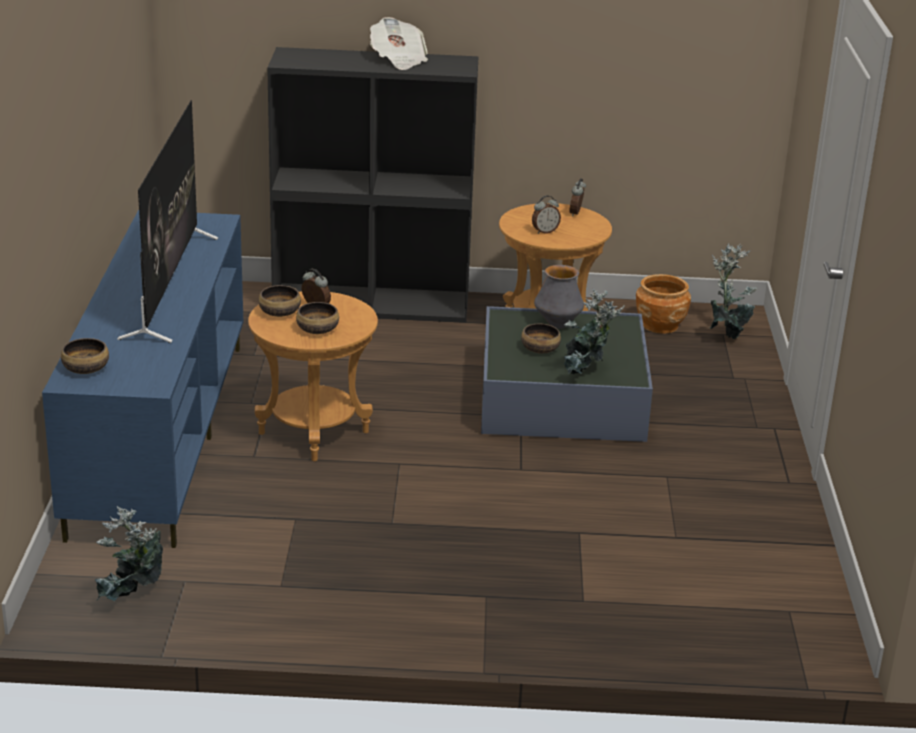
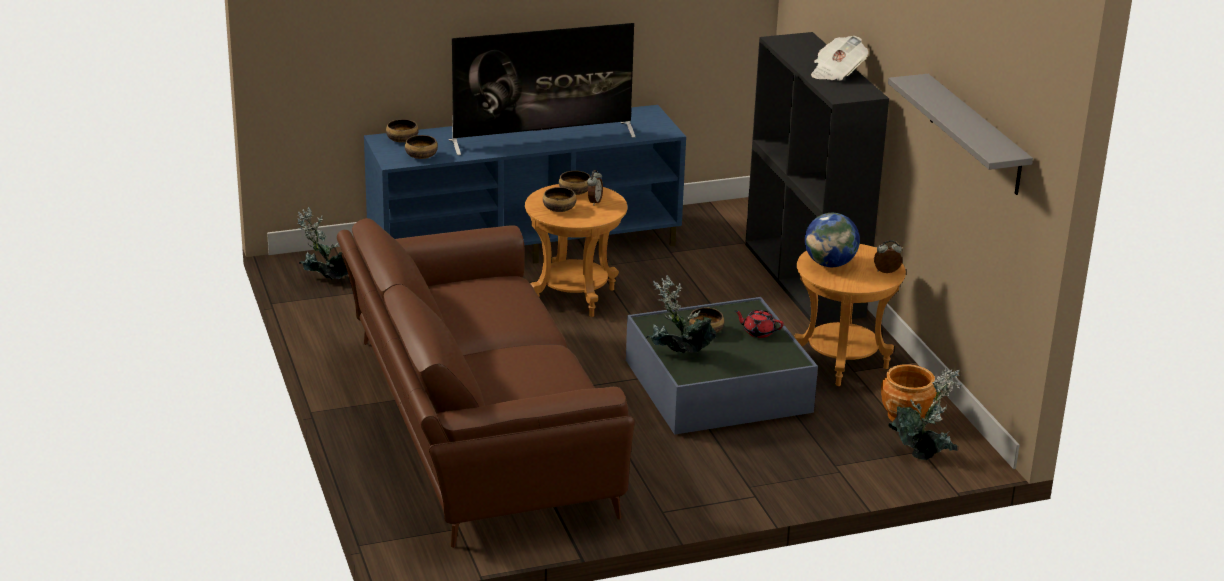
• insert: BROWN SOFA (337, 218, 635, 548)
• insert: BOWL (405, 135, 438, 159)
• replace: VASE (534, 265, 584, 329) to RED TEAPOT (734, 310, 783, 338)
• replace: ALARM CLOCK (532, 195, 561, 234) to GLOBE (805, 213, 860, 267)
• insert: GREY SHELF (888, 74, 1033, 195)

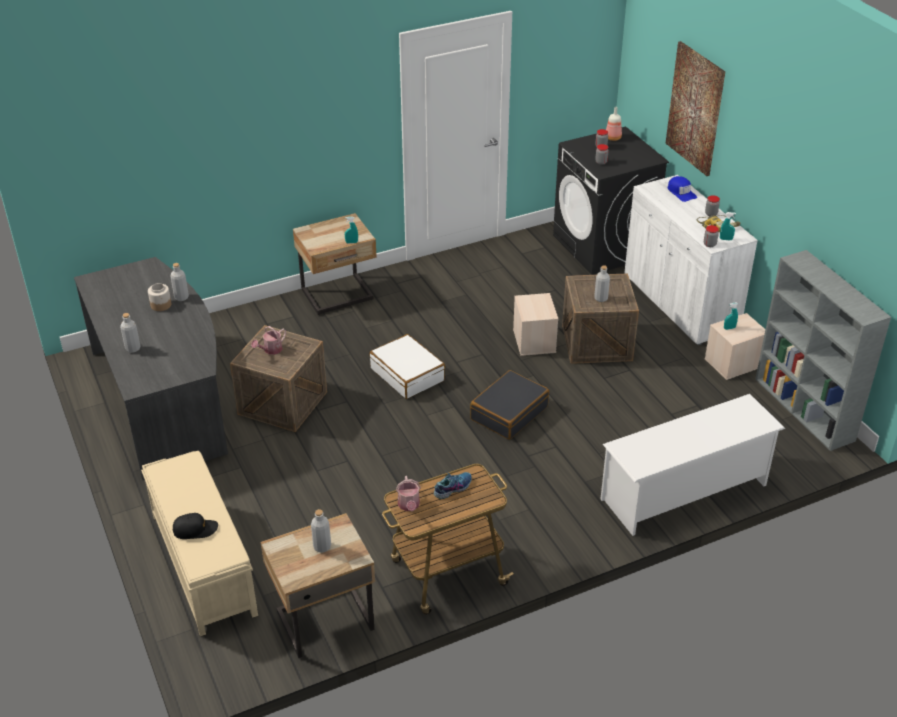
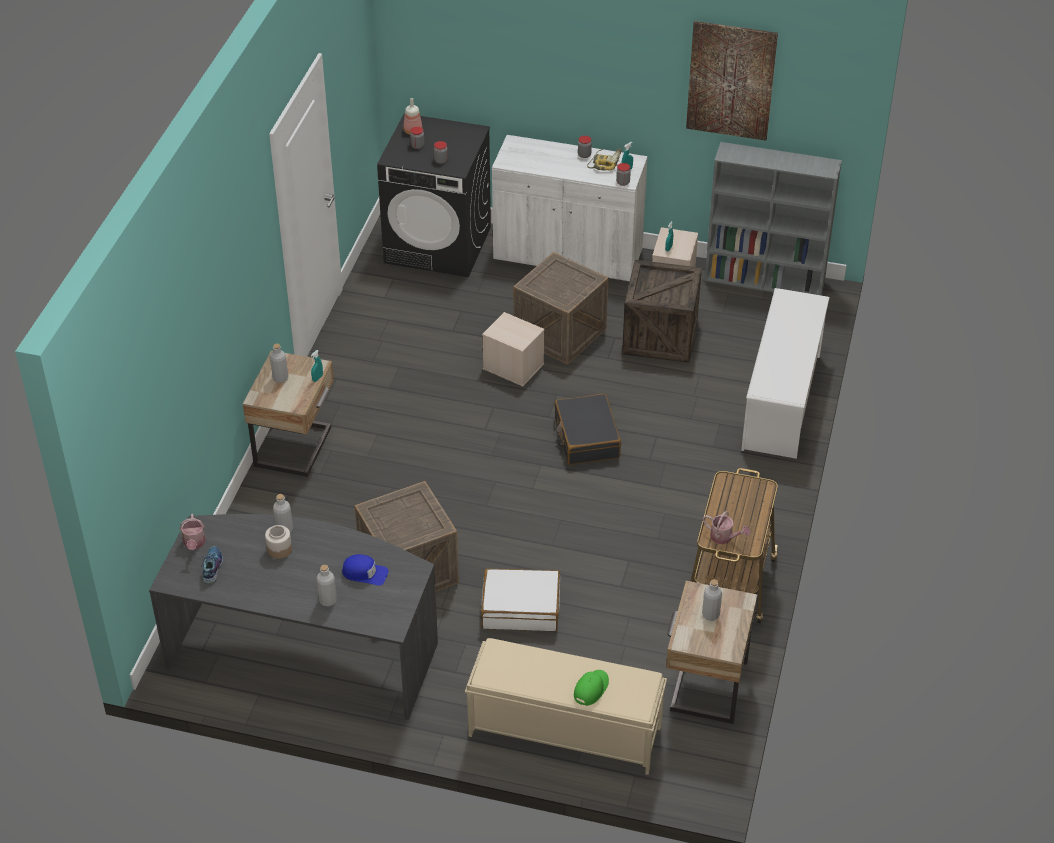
• move: WATERING CAN (251, 326, 286, 355) to (180, 514, 206, 550)
• move: SHOE (434, 472, 472, 499) to (201, 546, 223, 584)
• move: GREY BOTTLE (594, 265, 610, 302) to (270, 344, 288, 383)
• move: BLUE CAP (668, 176, 697, 202) to (342, 554, 389, 585)
• move: WHITE SUITCASE (369, 334, 445, 399) to (481, 569, 560, 631)
• recolor: BLACK CAP (173, 513, 218, 539) to GREEN CAP (574, 670, 609, 706)
• insert: CRATE (622, 260, 702, 363)
• move: PICTURE (666, 41, 725, 176) to (686, 21, 778, 141)

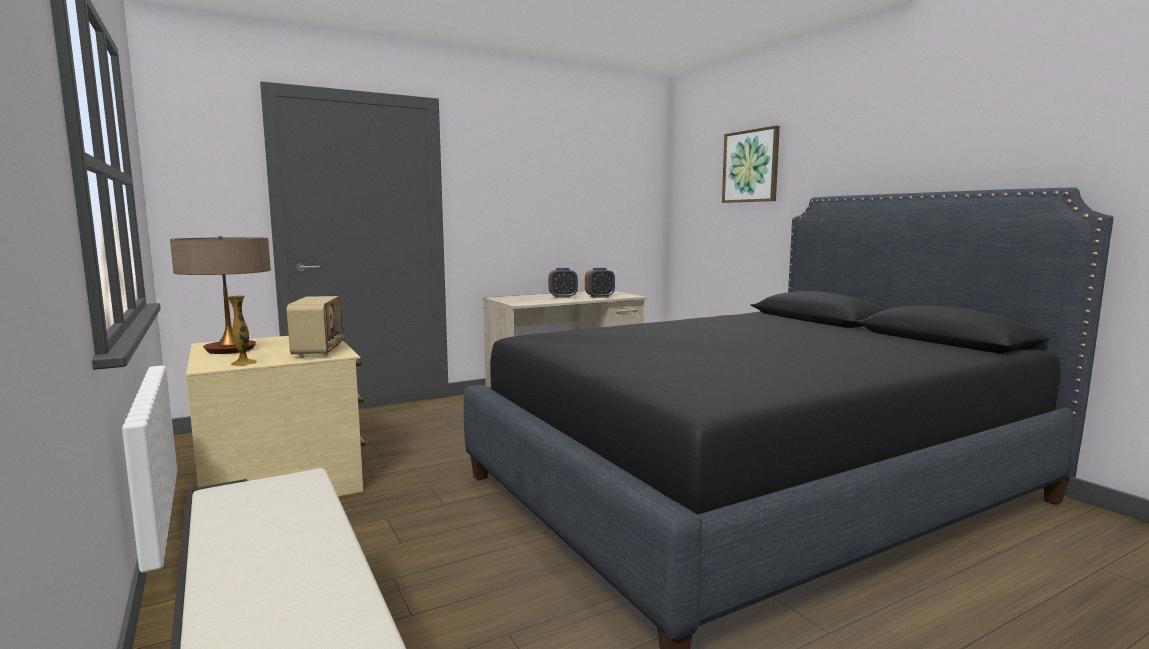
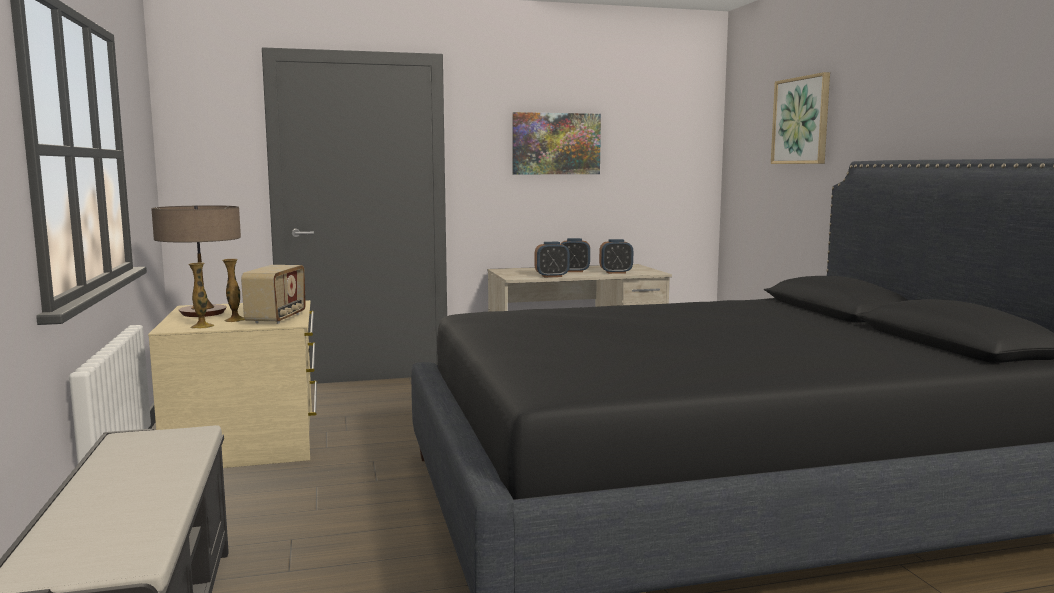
• insert: VASE (222, 259, 245, 322)
• insert: PICTURE (512, 112, 601, 174)
• insert: ALARM CLOCK (534, 242, 570, 277)

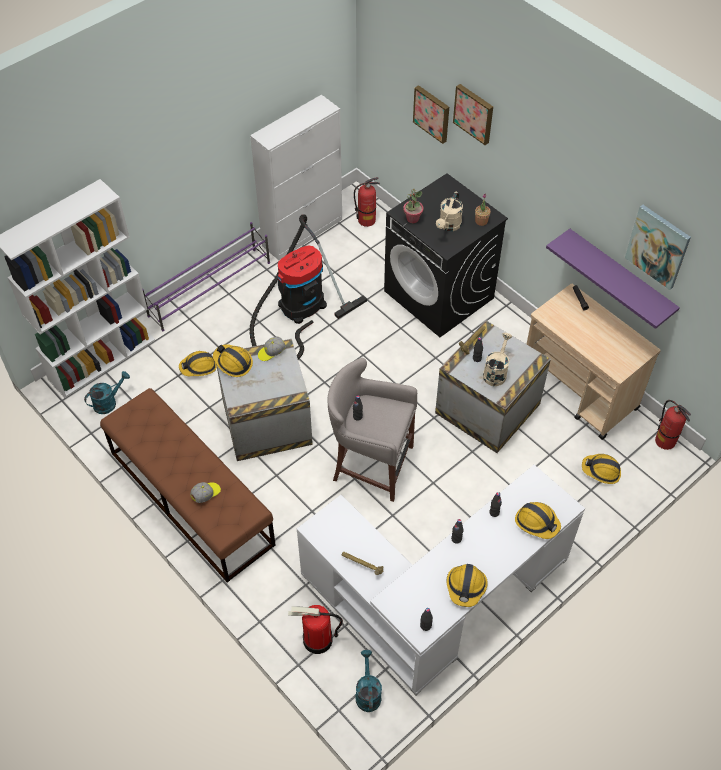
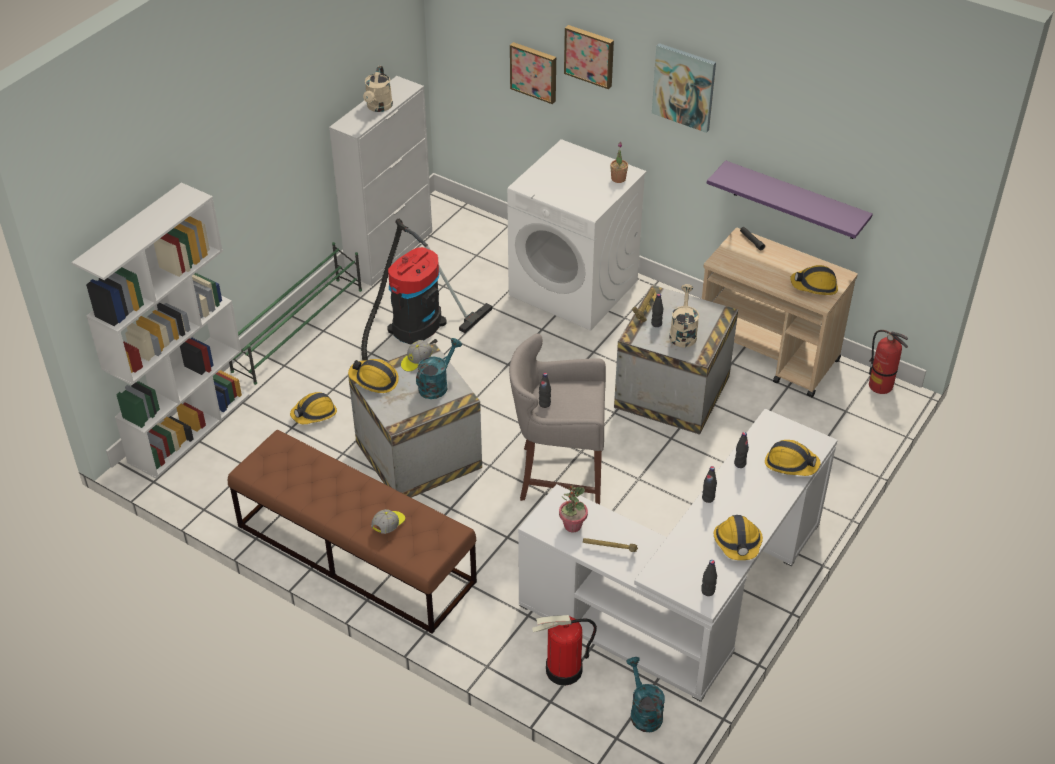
• recolor: PURPLE SHOE RACK (142, 222, 270, 331) to GREEN SHOE RACK (229, 242, 362, 385)
• move: BEIGE WATERING CAN (436, 192, 463, 231) to (363, 66, 393, 112)
• move: TURQUOISE WATERING CAN (84, 371, 130, 414) to (416, 338, 462, 399)
• recolor: BLACK WASHING MACHINE (384, 173, 508, 337) to WHITE WASHING MACHINE (507, 139, 647, 331)
• move: POTTED PLANT (403, 189, 424, 223) to (559, 485, 588, 532)
• move: PICTURE (625, 205, 691, 290) to (652, 43, 716, 133)
• move: HARD HAT (582, 454, 621, 484) to (790, 265, 838, 295)
• delete: FIRE EXTINGUISHER (354, 177, 380, 227)

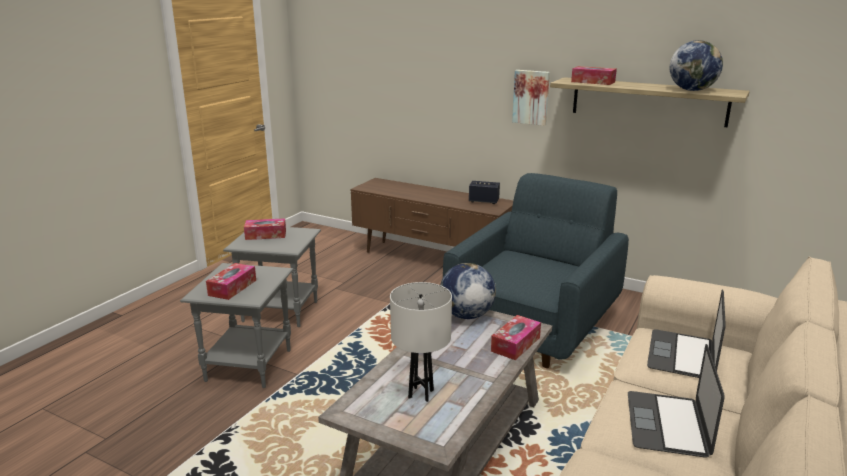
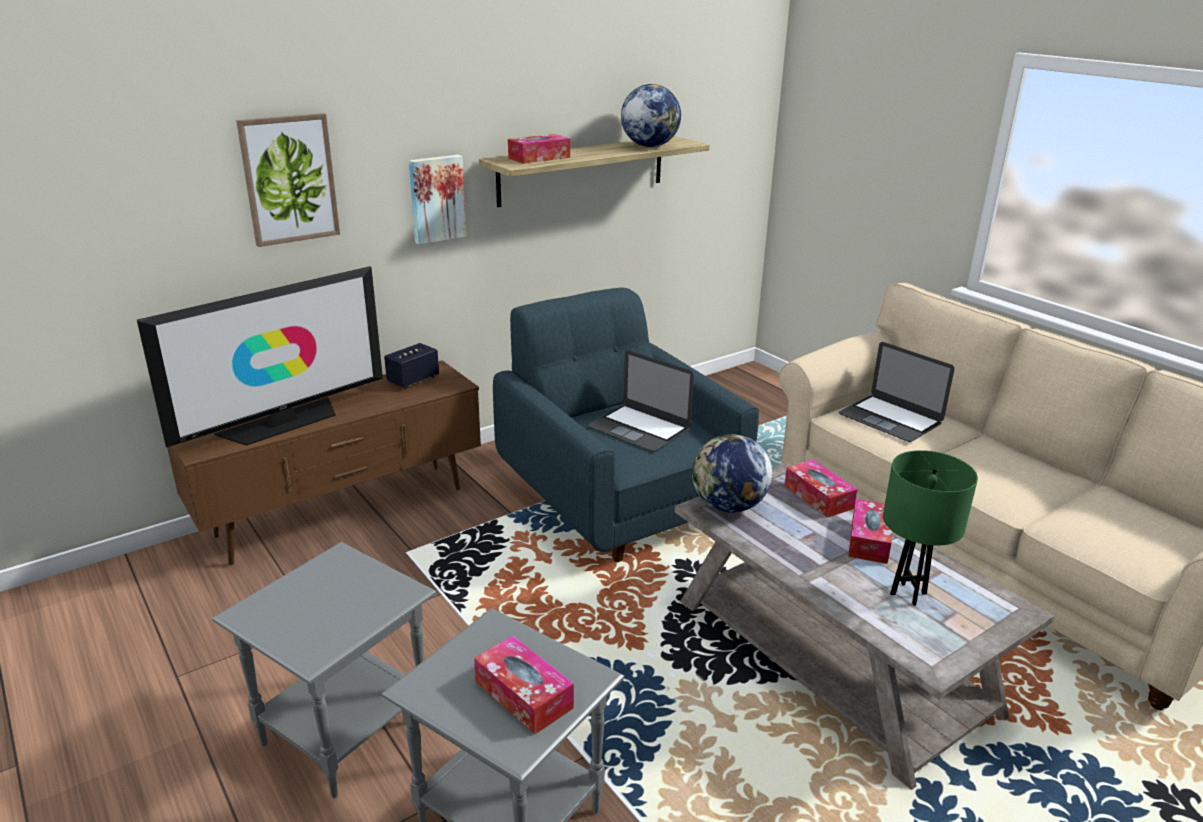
• insert: TELEVISION (137, 266, 383, 447)
• insert: PICTURE (236, 113, 340, 247)
• move: LAPTOP (628, 344, 725, 457) to (588, 351, 694, 452)
• move: TISSUE BOX (244, 218, 286, 240) to (848, 499, 892, 564)
• recolor: WHITE TABLE LAMP (390, 282, 452, 402) to GREEN TABLE LAMP (883, 450, 978, 606)

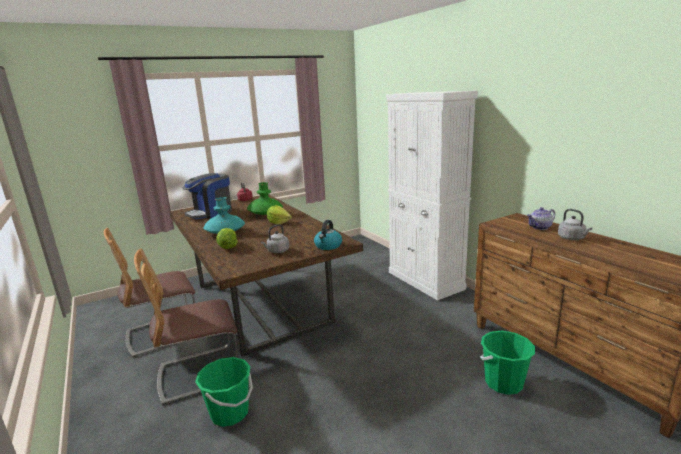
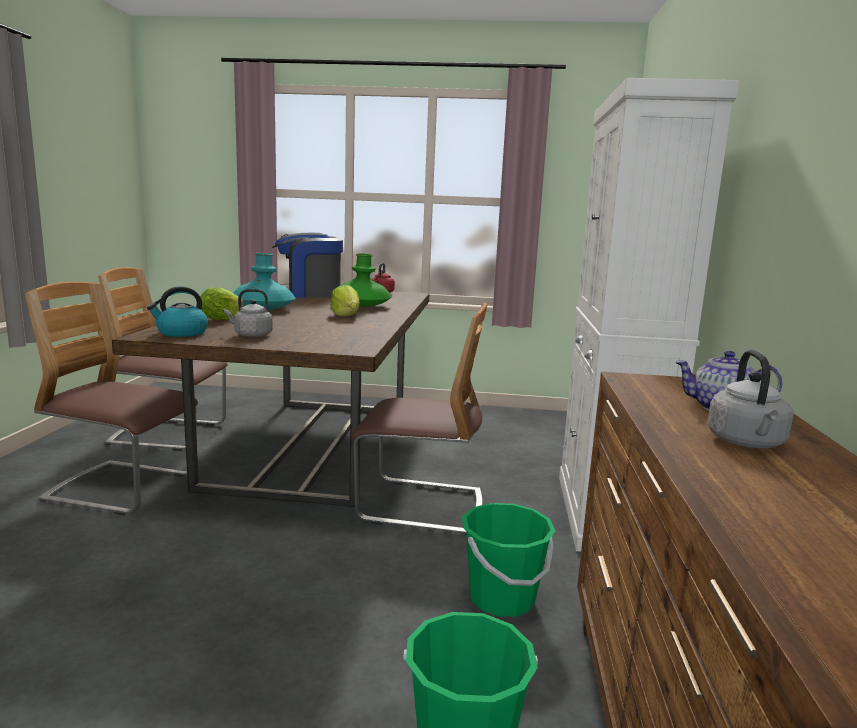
• move: KETTLE (314, 220, 342, 250) to (147, 286, 208, 337)
• insert: CHAIR (351, 303, 487, 535)
• move: GREEN BUCKET (195, 357, 253, 427) to (462, 503, 555, 617)

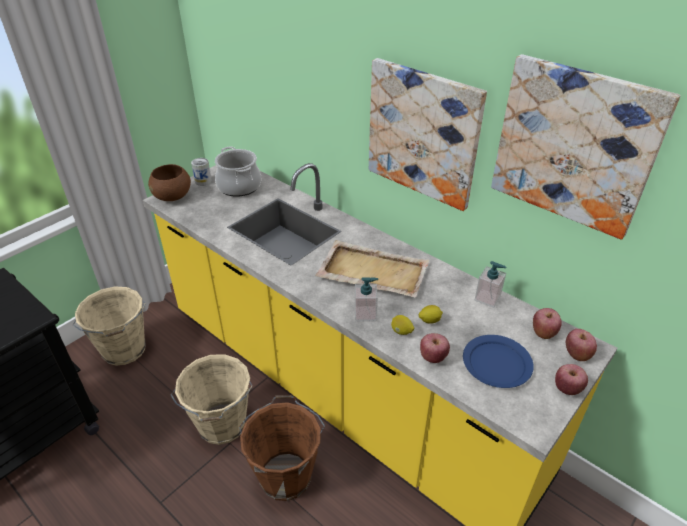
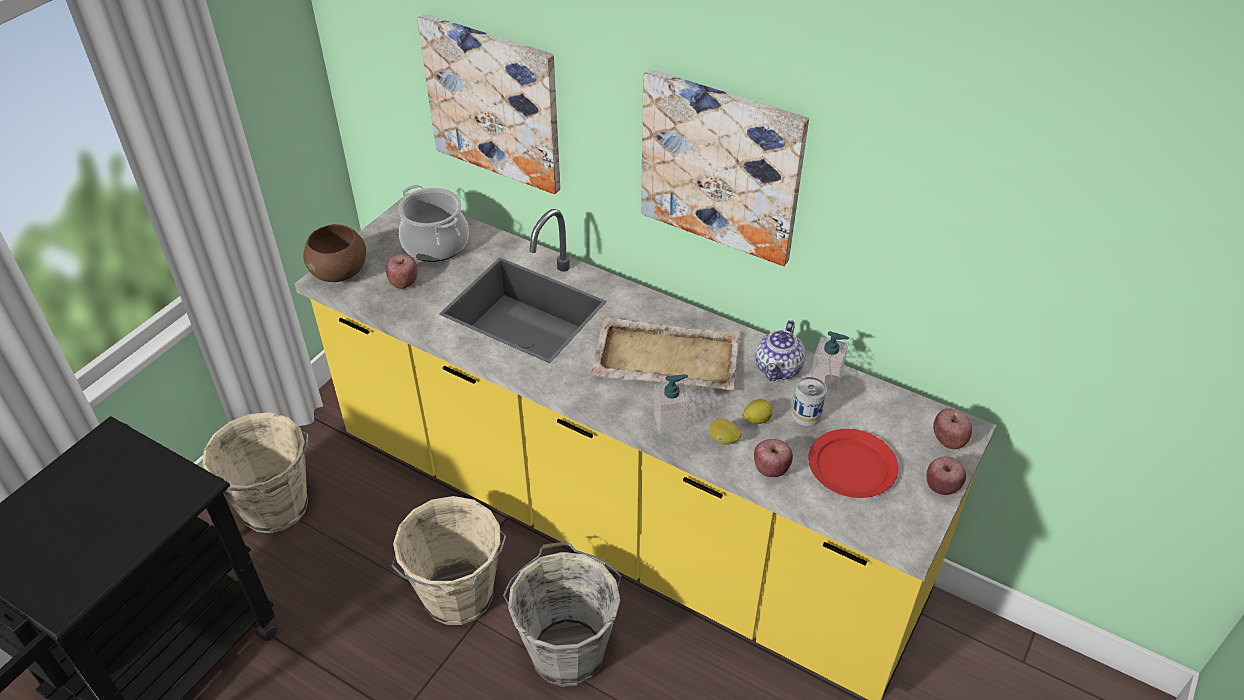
• move: APPLE (533, 308, 562, 339) to (386, 254, 418, 289)
• move: PICTURE (491, 54, 681, 240) to (417, 14, 560, 194)
• recolor: BROWN BUCKET (239, 395, 325, 501) to GREY BUCKET (503, 541, 622, 687)
• insert: TEAPOT (755, 320, 806, 381)
• move: CAN (191, 158, 212, 186) to (792, 377, 827, 426)
• recolor: BLUE PLATE (463, 335, 534, 388) to RED PLATE (808, 429, 898, 498)

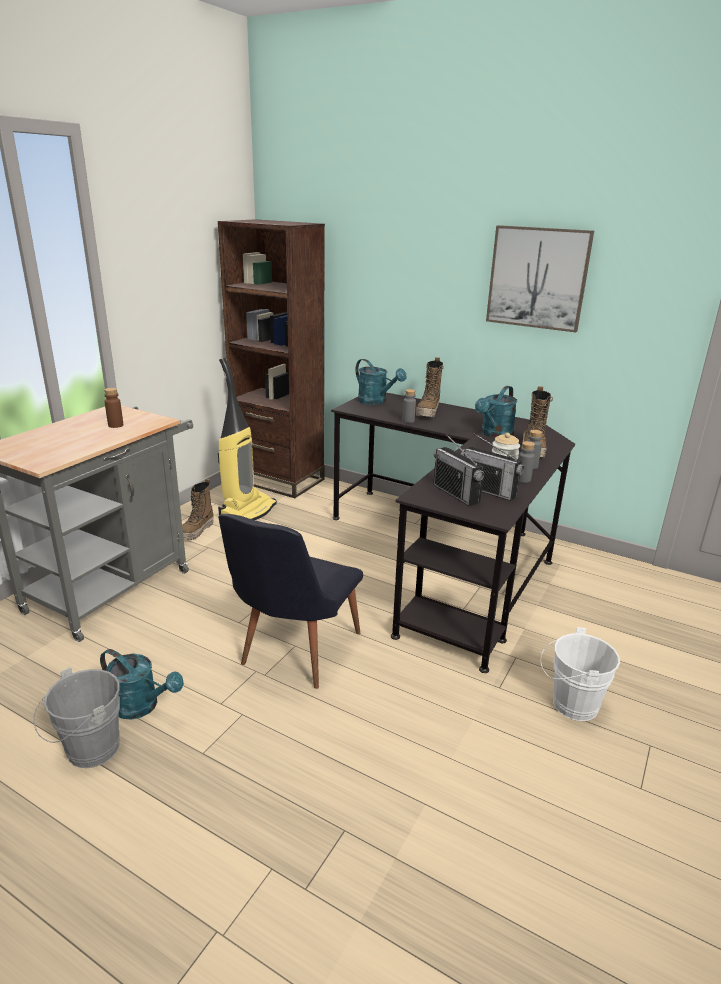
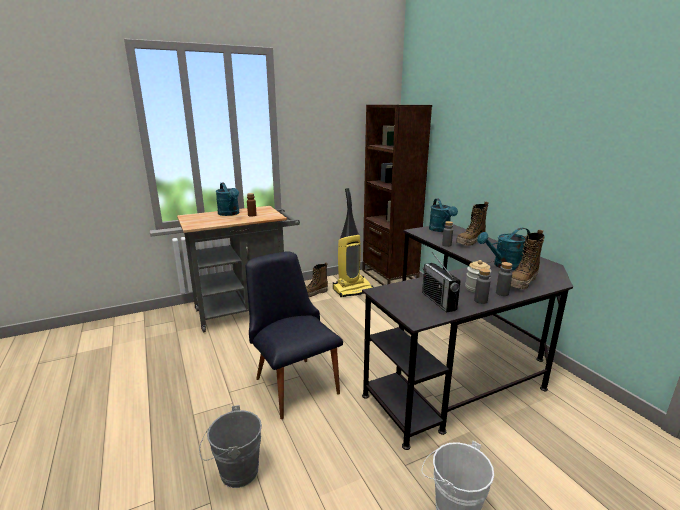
• move: GREY BUCKET (34, 667, 120, 768) to (199, 405, 262, 488)
• move: TURQUOISE WATERING CAN (100, 649, 184, 720) to (215, 182, 239, 216)
• rotate: BLACK CHAIR (218, 514, 363, 689) = (246, 251, 343, 419) 90 degrees clockwise
• delete: RADIO (433, 434, 485, 506)
• delete: PICTURE (486, 225, 594, 333)

